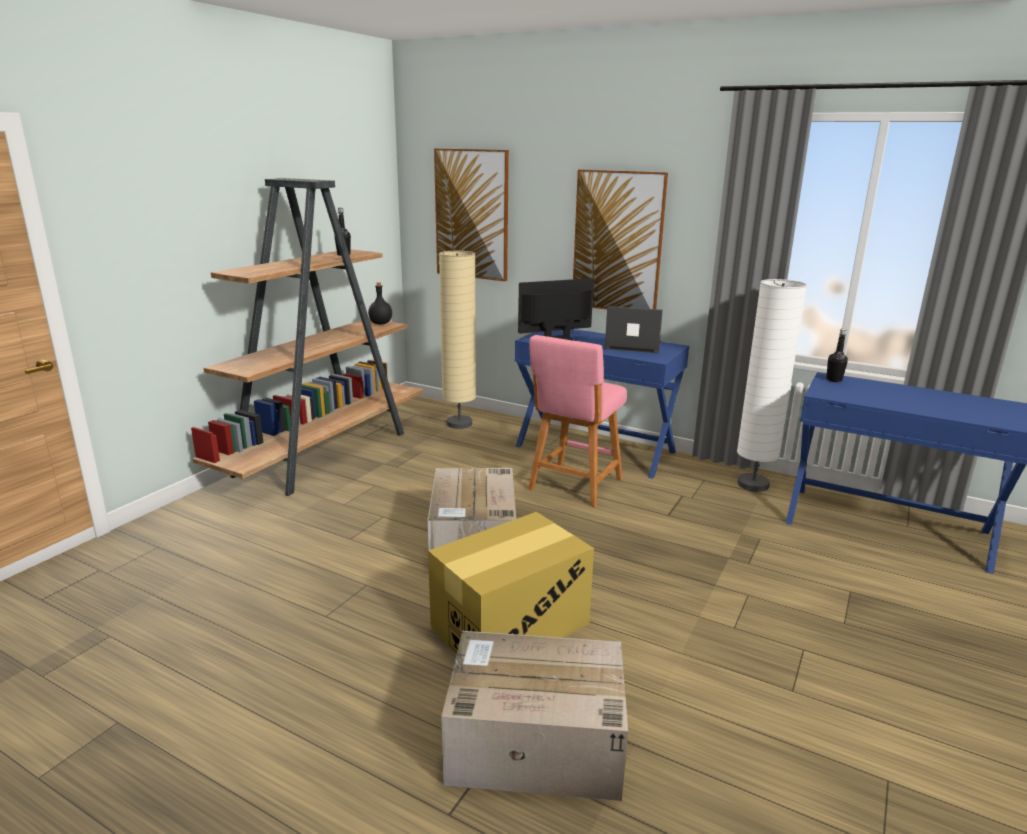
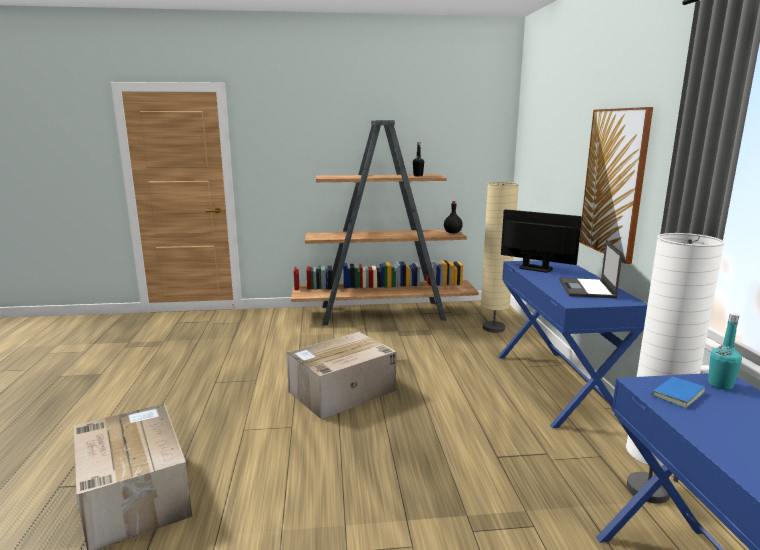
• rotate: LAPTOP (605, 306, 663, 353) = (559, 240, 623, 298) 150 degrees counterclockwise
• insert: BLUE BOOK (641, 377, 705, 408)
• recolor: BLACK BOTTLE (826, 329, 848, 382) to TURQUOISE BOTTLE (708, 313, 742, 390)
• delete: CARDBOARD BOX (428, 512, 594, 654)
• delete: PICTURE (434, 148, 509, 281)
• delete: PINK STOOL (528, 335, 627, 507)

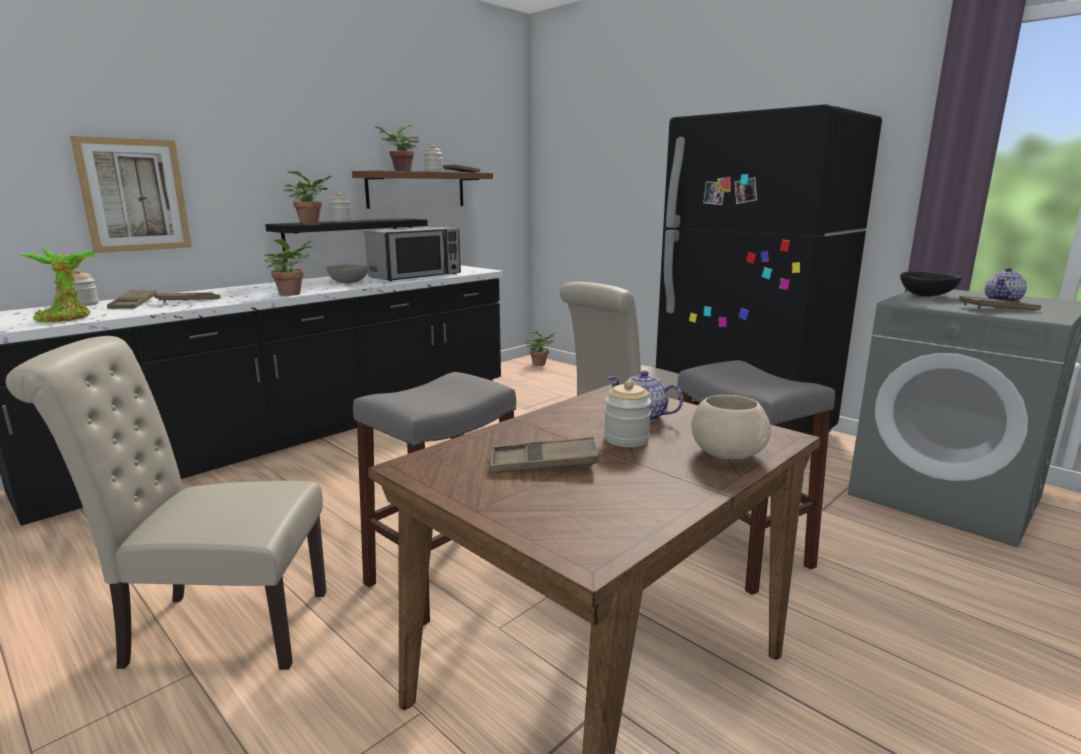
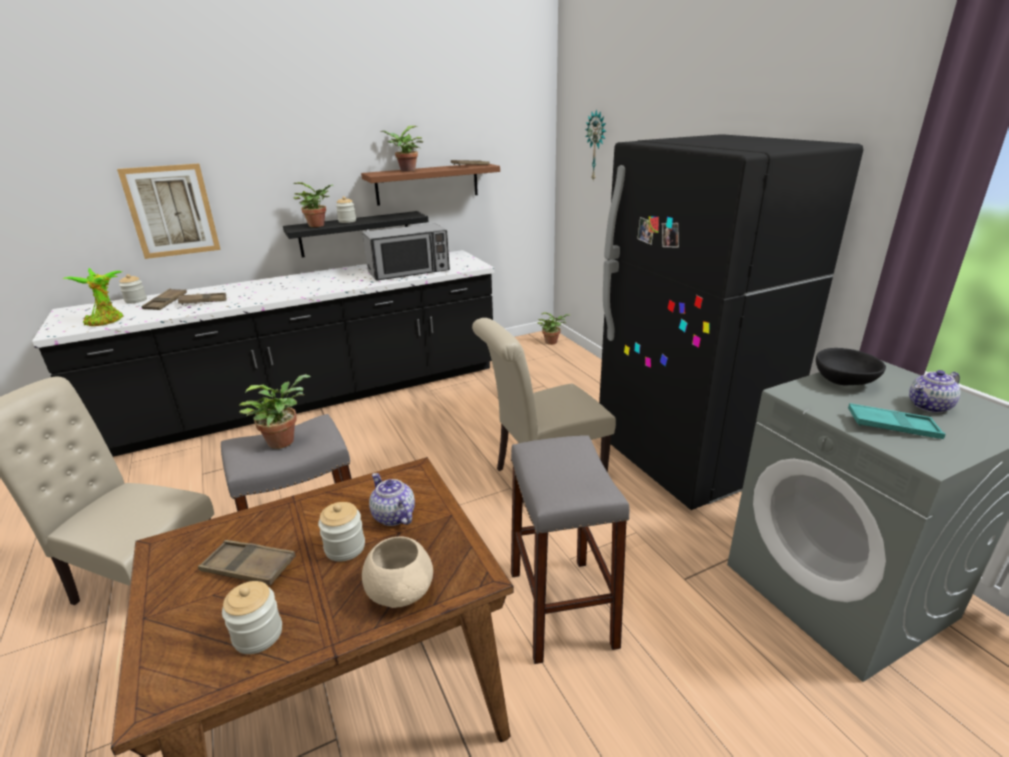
• move: JAR (424, 145, 443, 172) to (222, 581, 282, 654)
• move: POTTED PLANT (264, 239, 313, 296) to (239, 374, 311, 449)
• insert: WALL CLOCK (585, 109, 606, 180)
• recolor: BROWN TRAY (959, 296, 1041, 311) to TURQUOISE TRAY (848, 403, 945, 439)
• delete: GREY BOWL (326, 264, 369, 283)

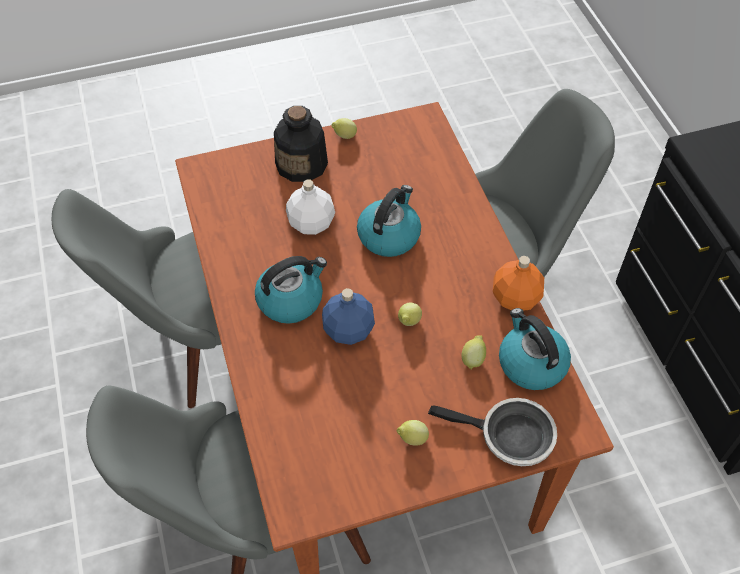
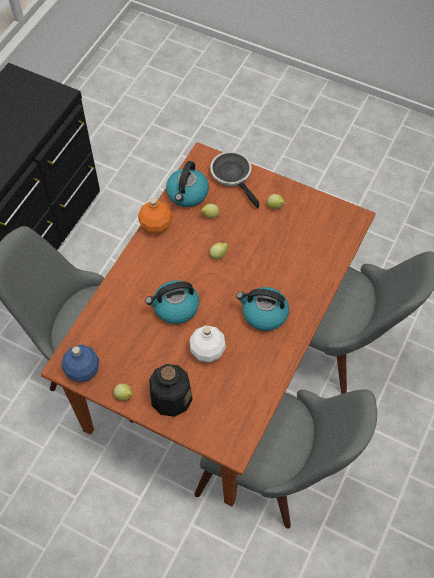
• move: BLUE BOTTLE (322, 288, 375, 345) to (62, 345, 99, 383)

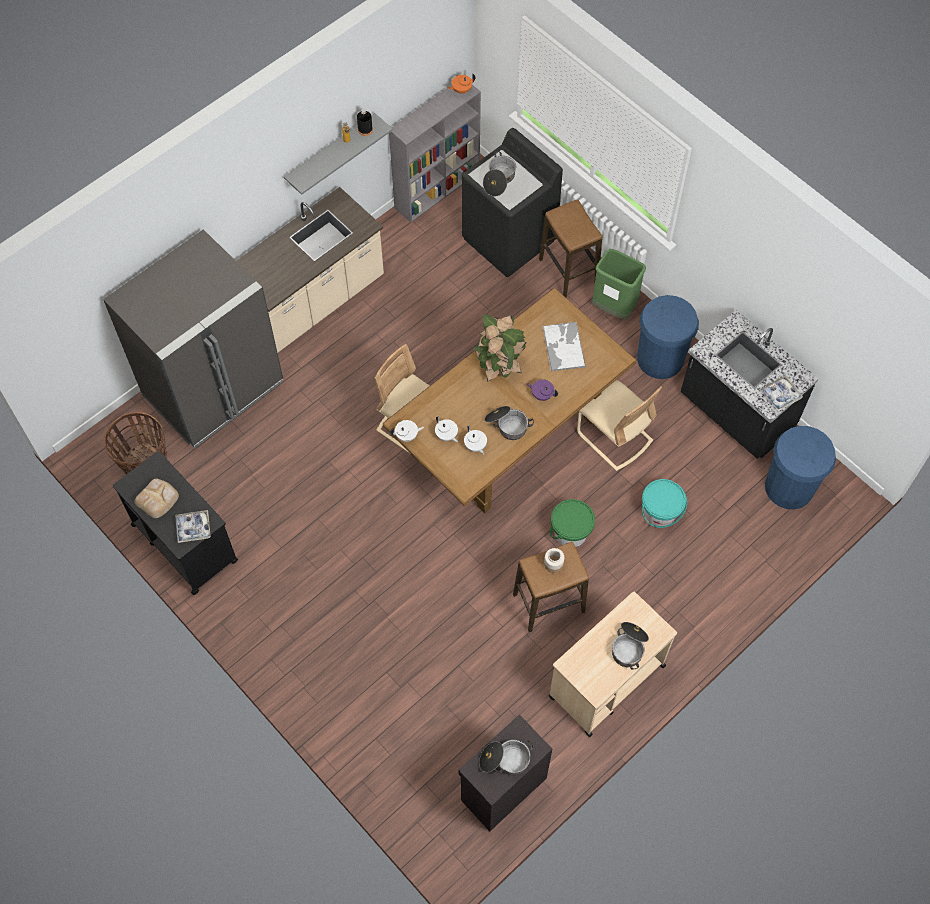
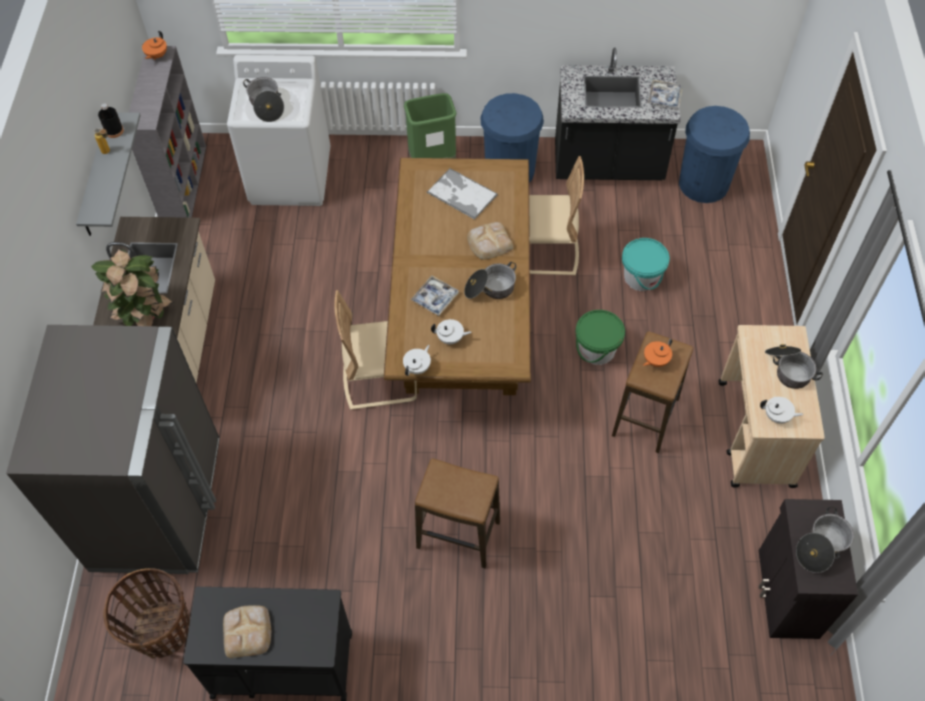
• move: POTTED PLANT (473, 314, 526, 382) to (91, 248, 174, 326)
• recolor: BLACK WASHING MACHINE (462, 128, 563, 277) to WHITE WASHING MACHINE (227, 55, 331, 206)
• move: TRAY (175, 510, 211, 543) to (411, 276, 459, 316)
• move: STOOL (539, 199, 602, 298) to (415, 458, 500, 568)
• replace: PURPLE TEAPOT (526, 380, 558, 401) to BREAD (467, 222, 514, 260)
• replace: JAR (544, 548, 564, 573) to ORANGE TEAPOT (643, 339, 672, 367)
• move: WHITE TEAPOT (464, 426, 487, 455) to (760, 397, 803, 424)

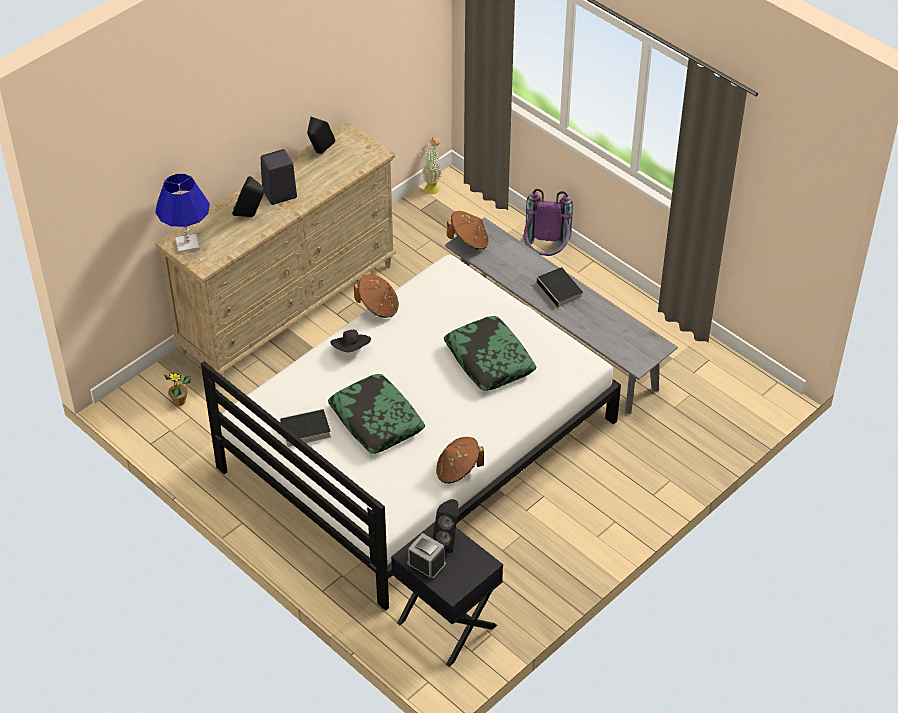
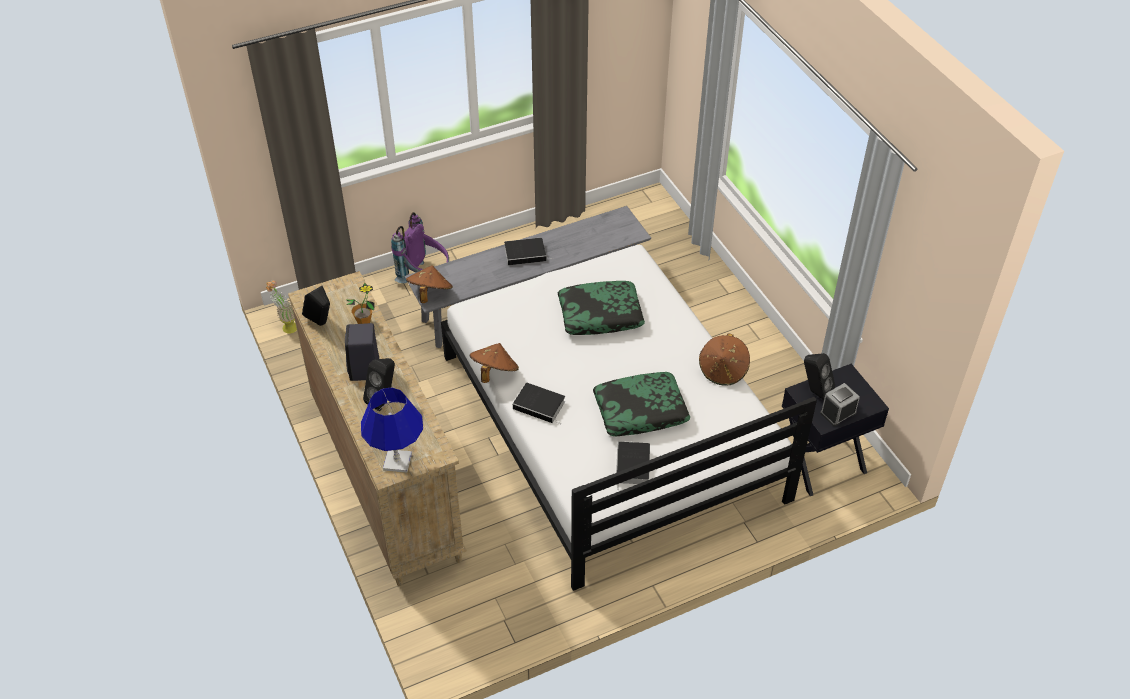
• move: POTTED PLANT (164, 372, 191, 406) to (346, 283, 375, 324)
• replace: BLACK HAT (331, 330, 371, 352) to BOOK (513, 383, 565, 424)

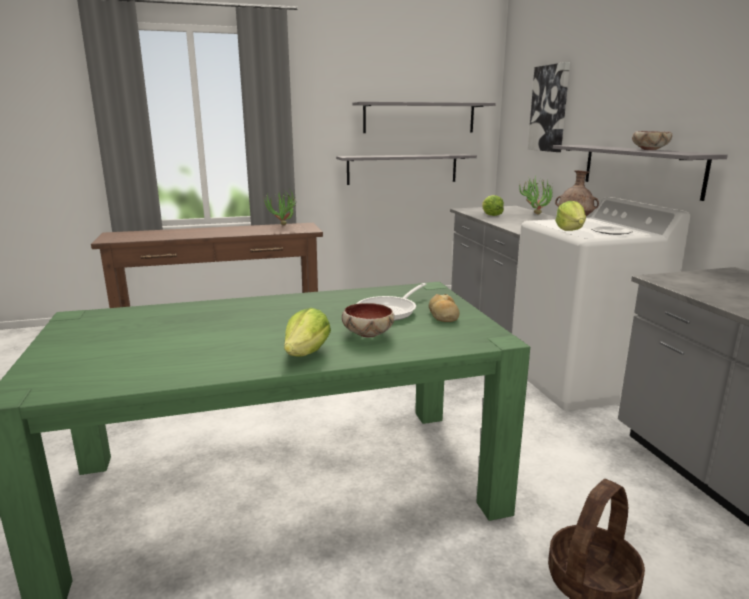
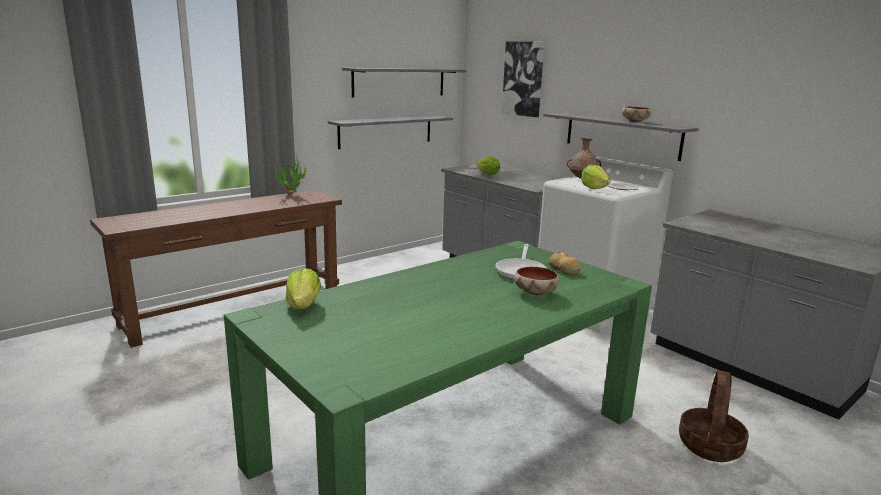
• move: LETTUCE (284, 308, 331, 357) to (286, 268, 321, 309)
• delete: POTTED PLANT (519, 178, 553, 215)

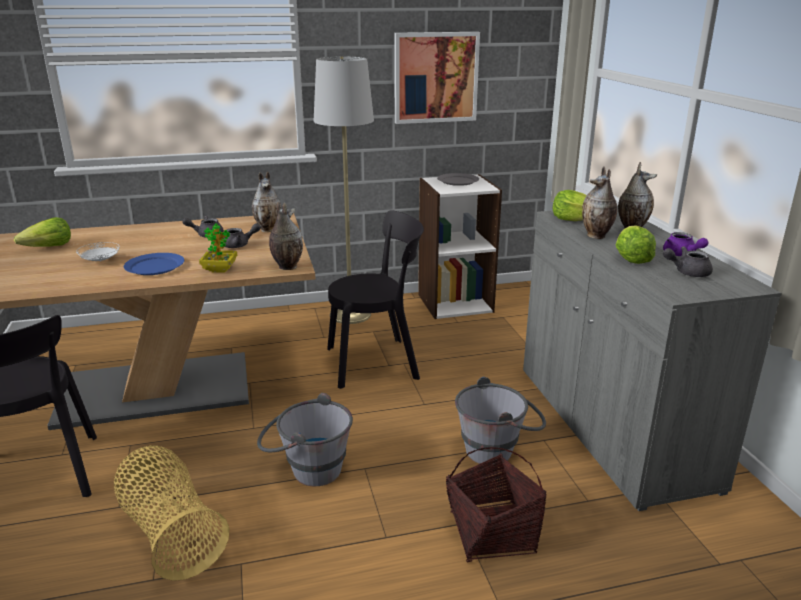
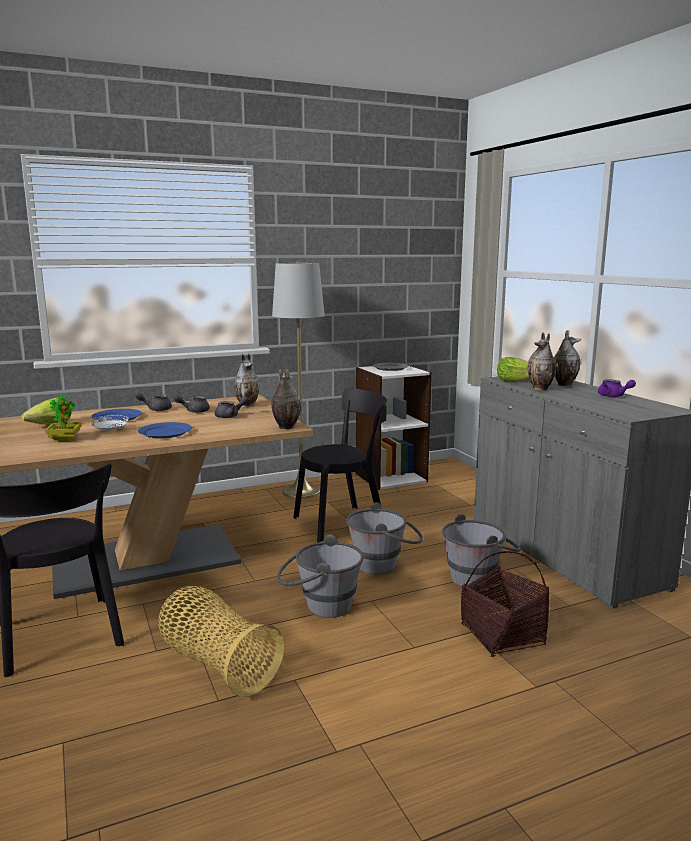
• move: POTTED PLANT (199, 223, 237, 273) to (45, 395, 82, 442)
• insert: BLUE PLATE (91, 409, 142, 422)
• move: GREY TEAPOT (663, 246, 713, 277) to (135, 393, 172, 411)
• insert: GREY BUCKET (346, 502, 423, 574)
• delete: PICTURE (394, 32, 480, 124)
• delete: LETTUCE (616, 225, 656, 264)

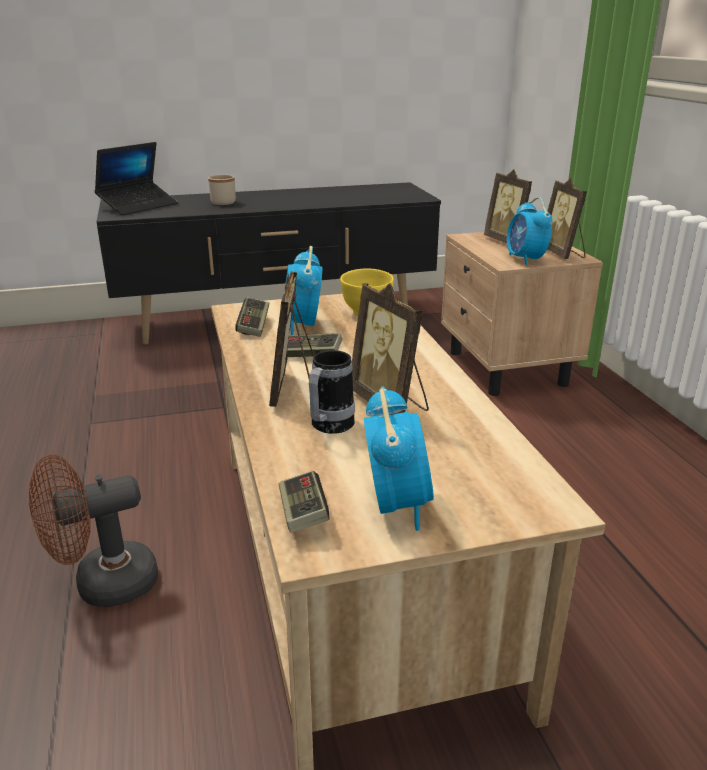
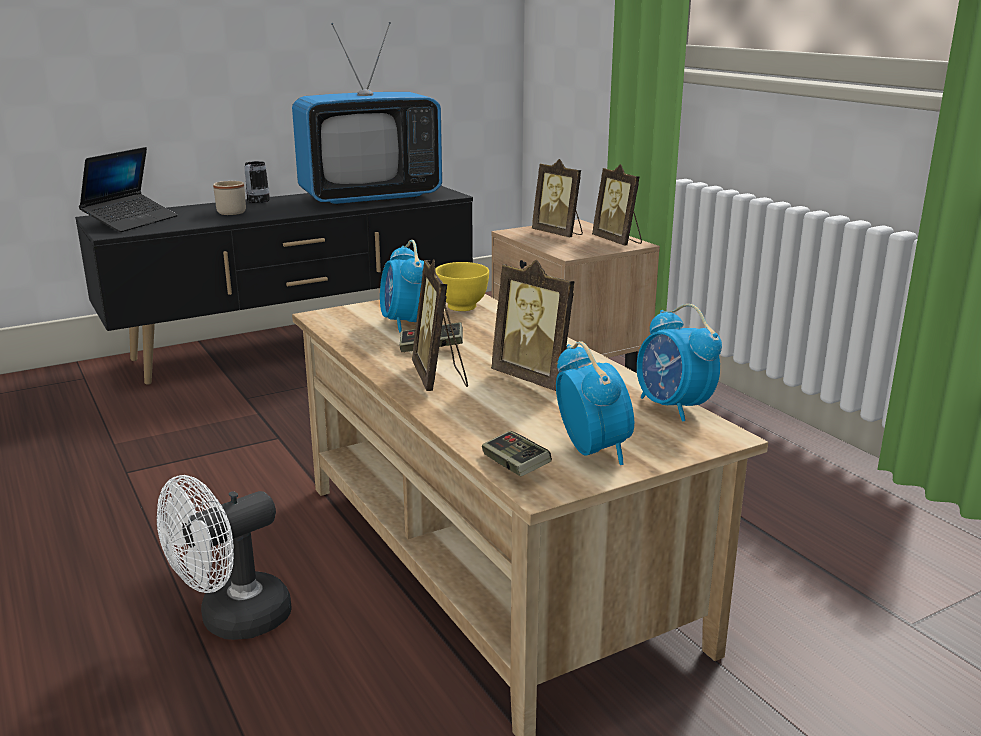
• recolor: BROWN FAN (29, 454, 158, 607) to WHITE FAN (157, 475, 292, 640)
• move: MUG (309, 350, 355, 434) to (245, 161, 270, 203)
• insert: TELEVISION (292, 22, 442, 205)
• move: ALARM CLOCK (507, 197, 552, 266) to (637, 304, 722, 422)
• delete: GAME CONTROLLER (235, 297, 269, 337)

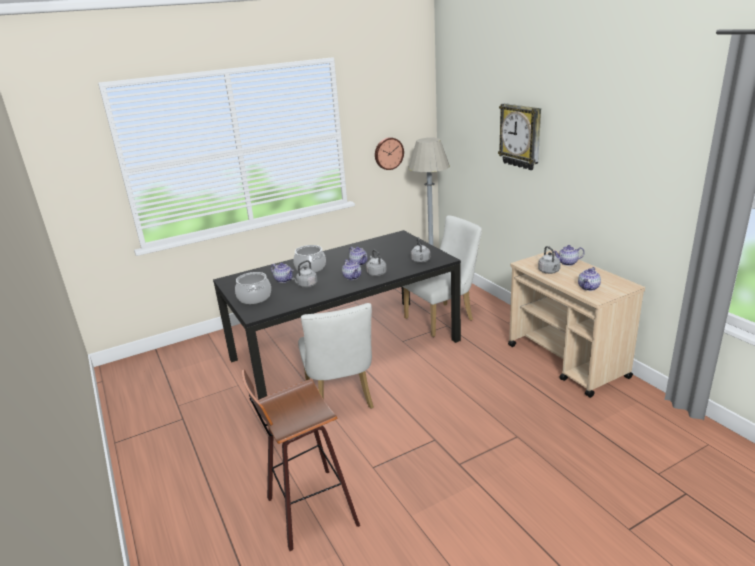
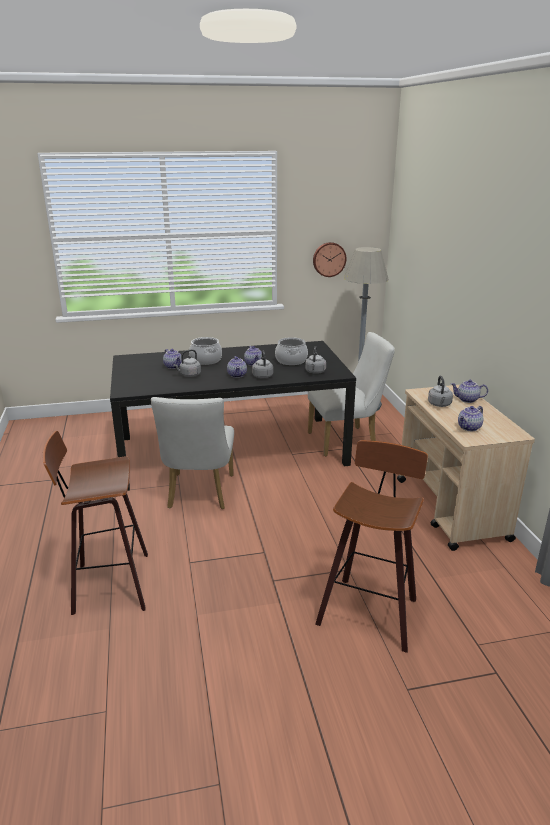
• move: COOKING POT (235, 272, 271, 304) to (275, 337, 308, 365)
• insert: STOOL (315, 440, 428, 653)
• delete: WALL CLOCK (498, 103, 541, 170)

